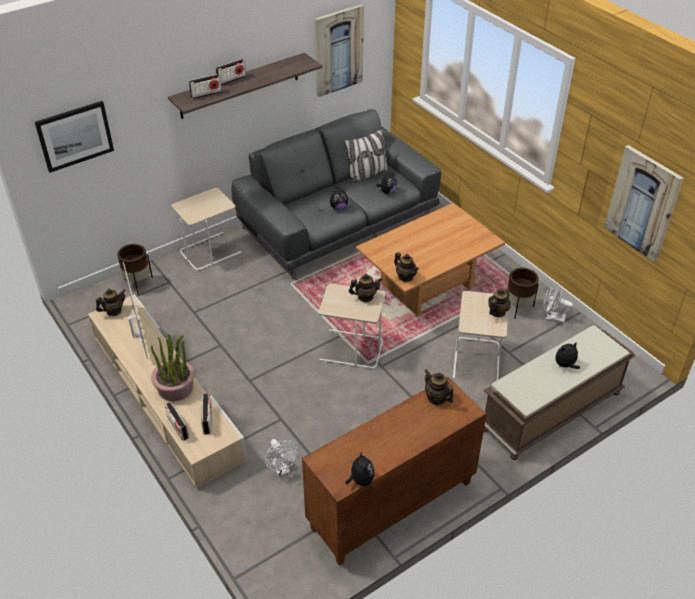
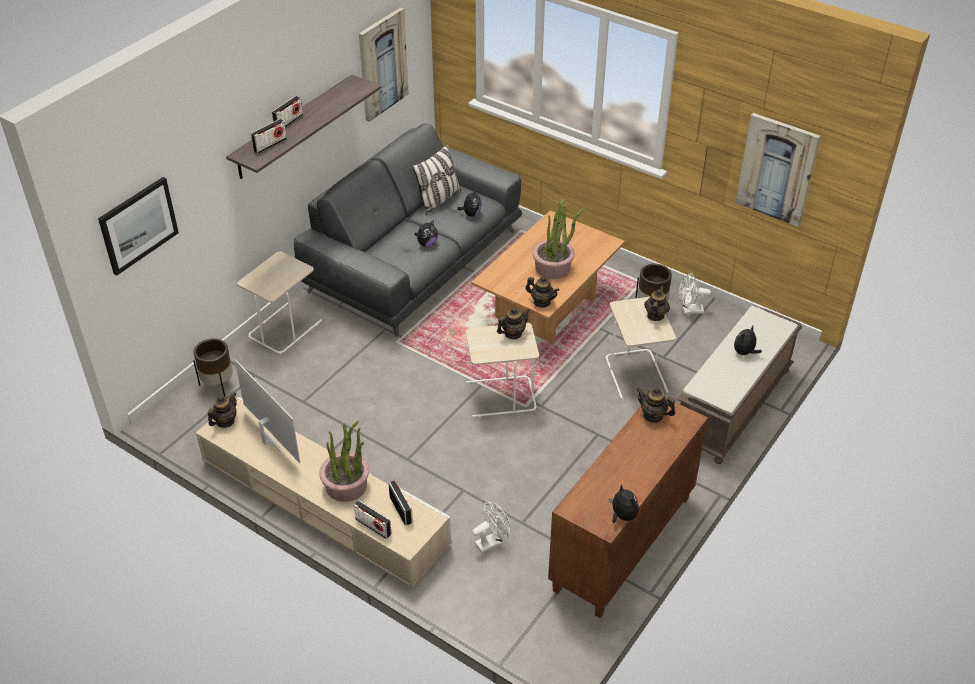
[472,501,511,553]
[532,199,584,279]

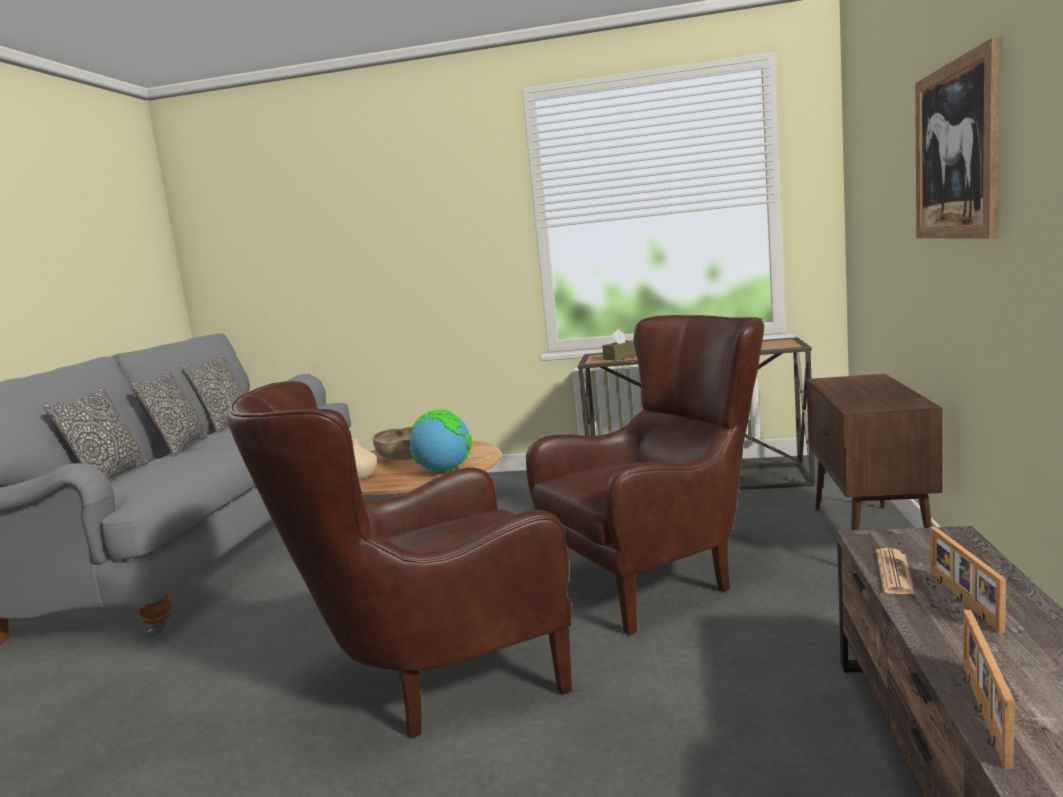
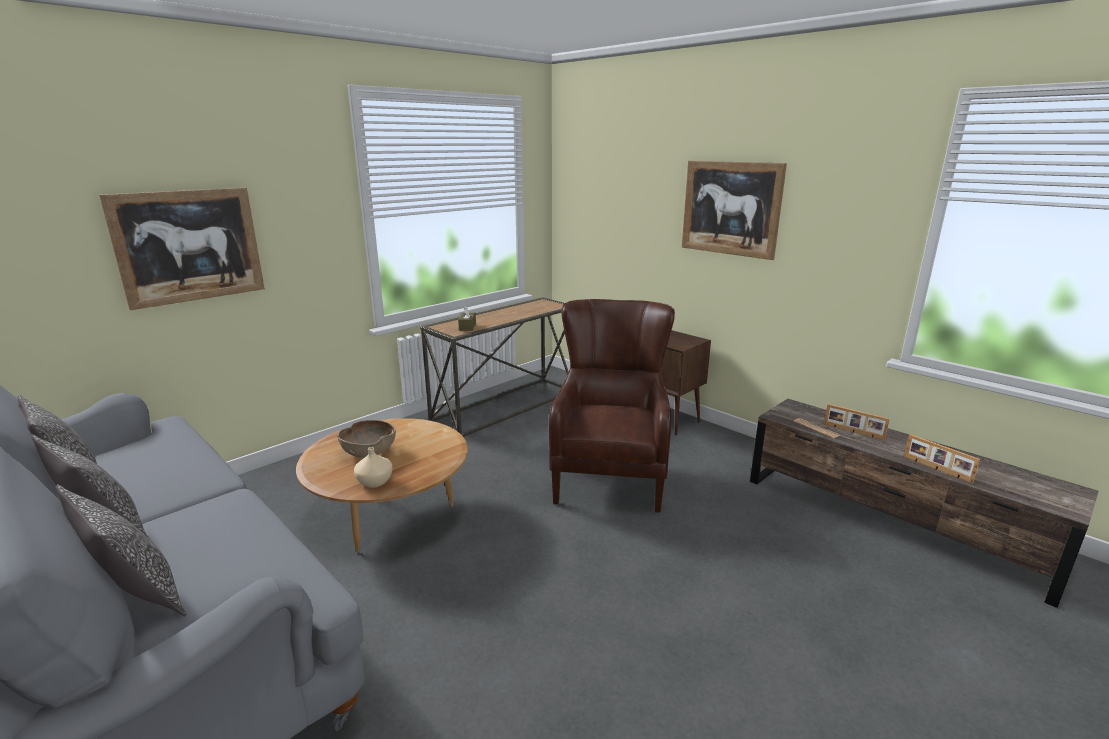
[227,381,572,738] (first image)
[409,410,472,473] (first image)
[99,188,265,310]

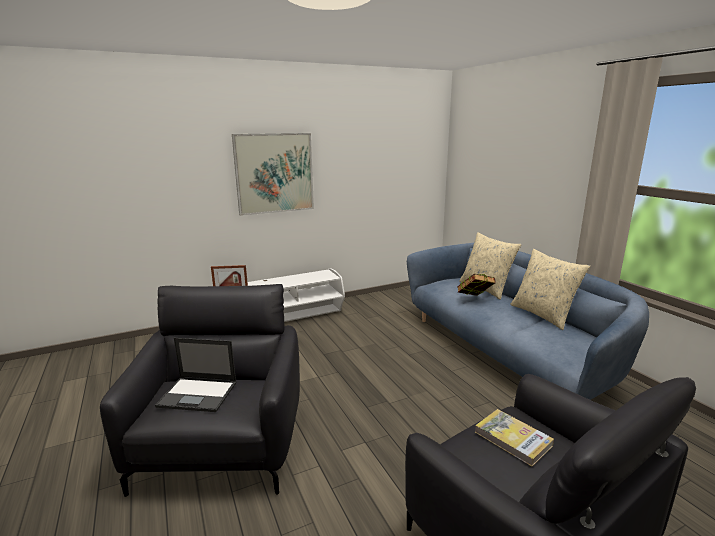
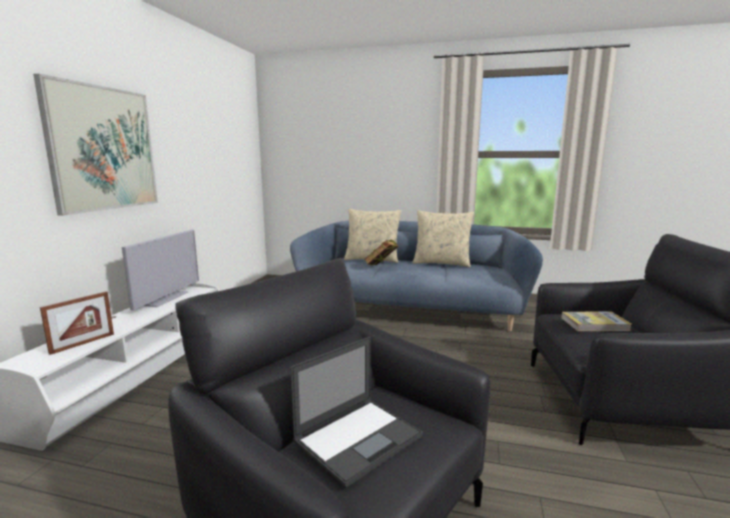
[122,230,199,310]

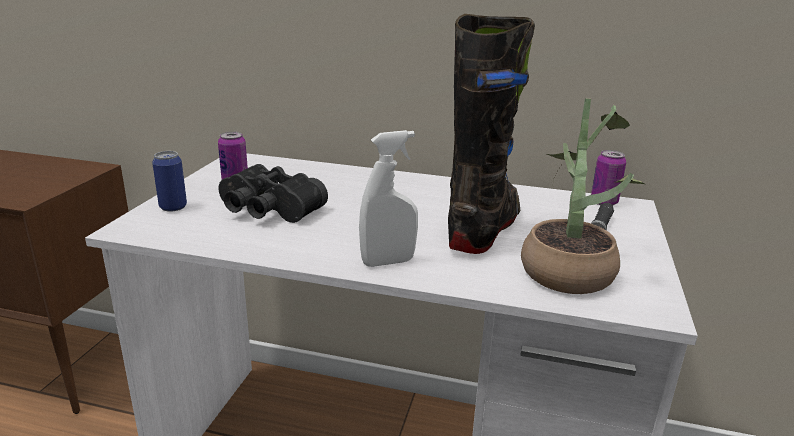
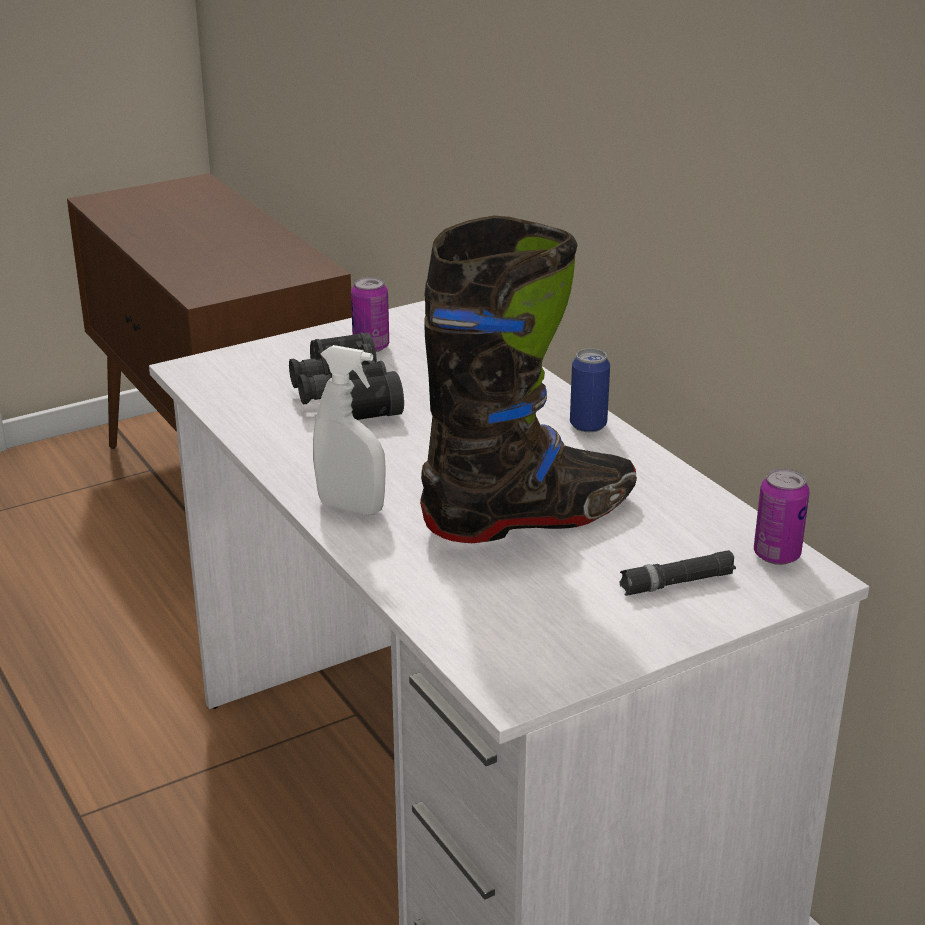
[570,348,610,432]
[521,98,644,294] (first image)

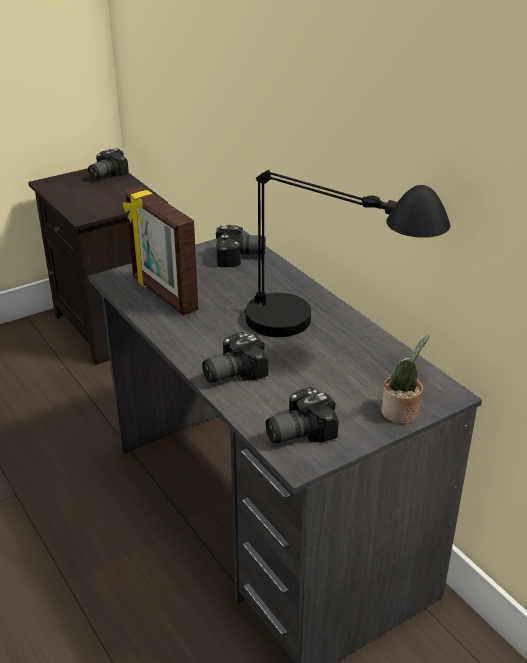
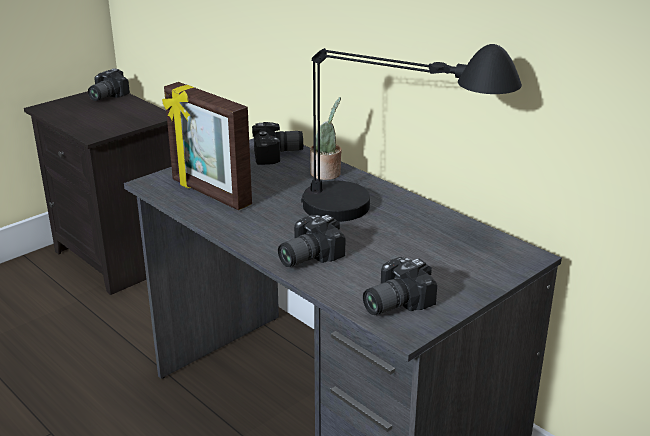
[310,97,342,180]

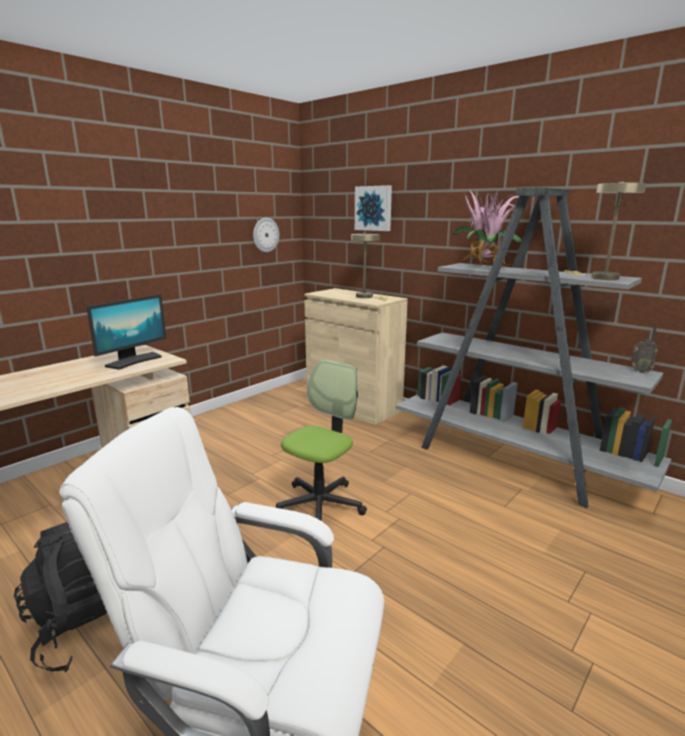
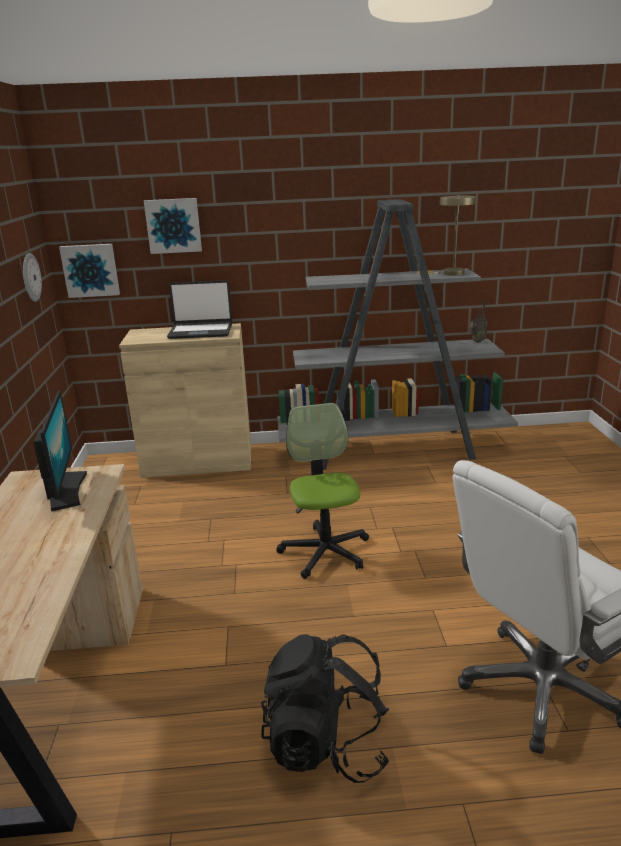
[167,280,232,339]
[453,189,523,269] (first image)
[59,244,120,298]

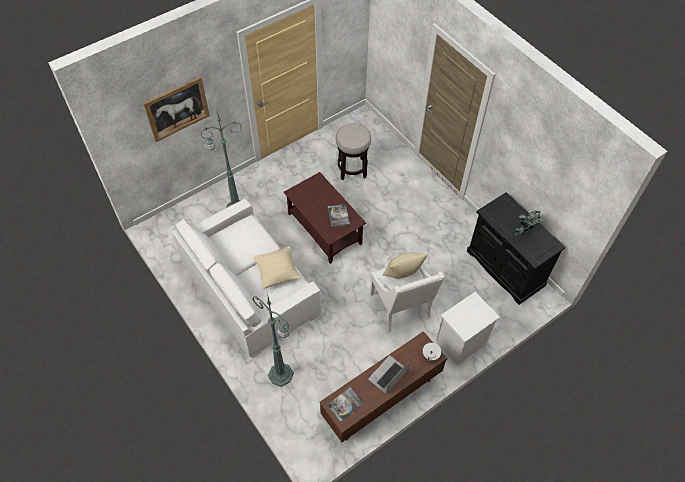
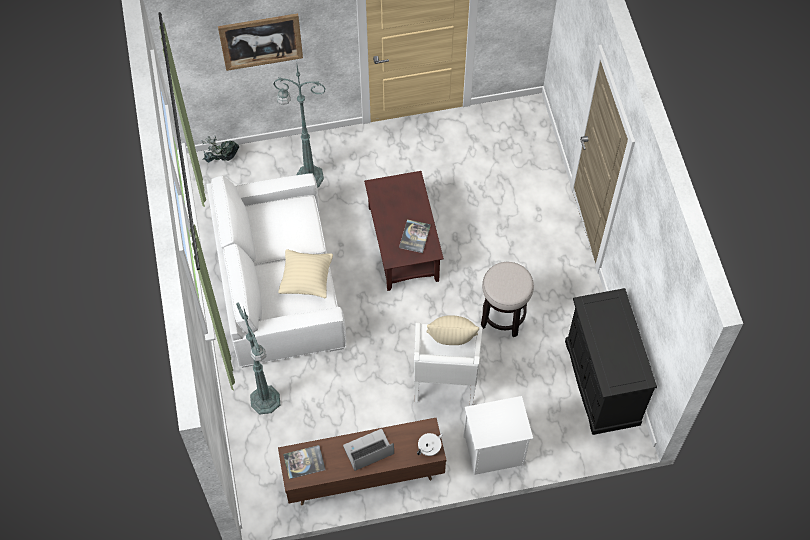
[481,262,534,337]
[200,135,239,163]

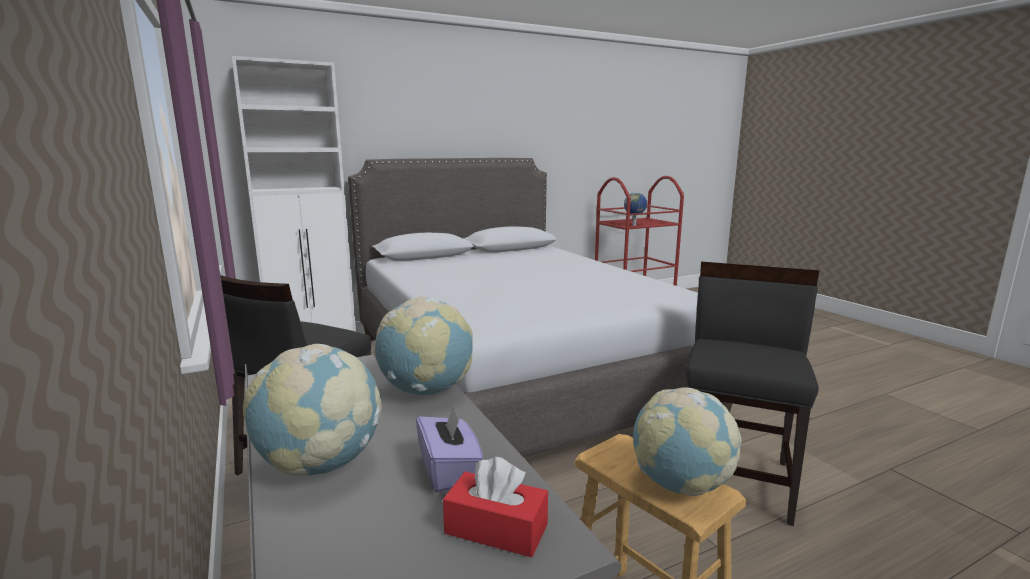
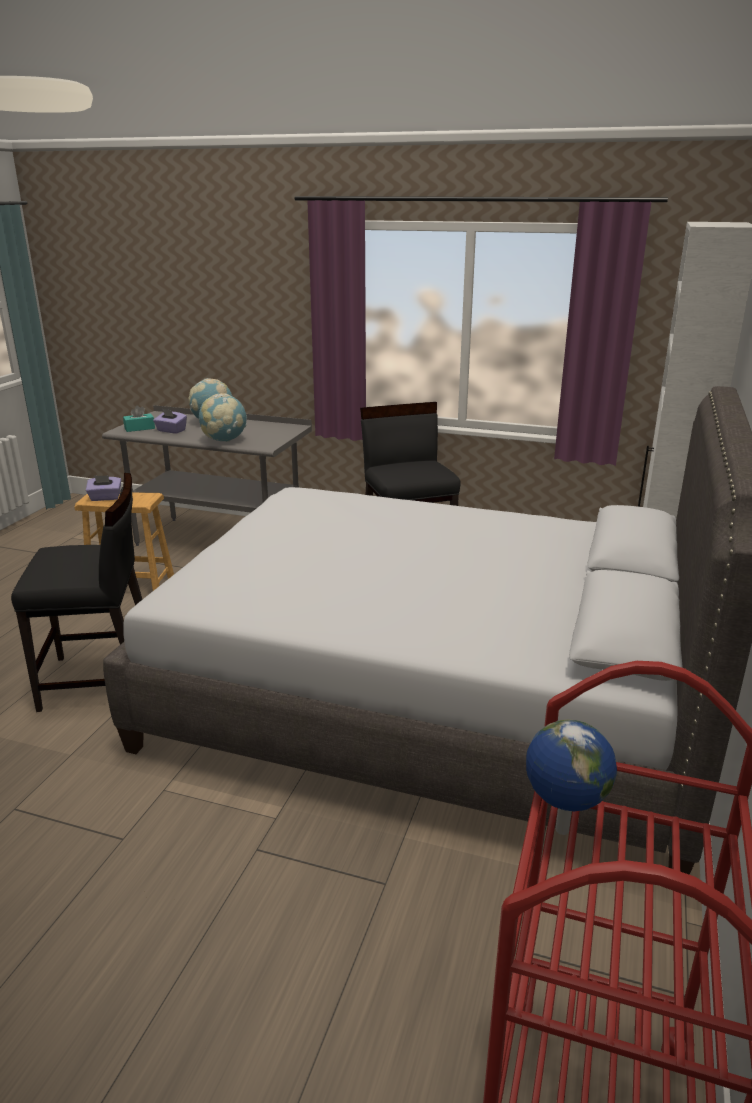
[123,405,155,432]
[86,475,121,501]
[11,473,143,712]

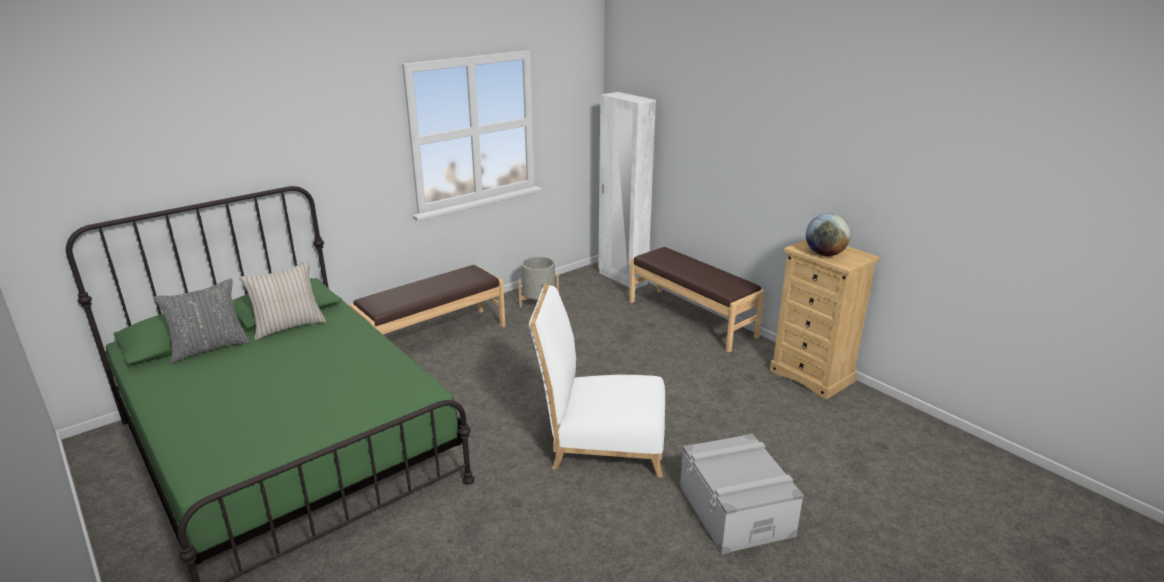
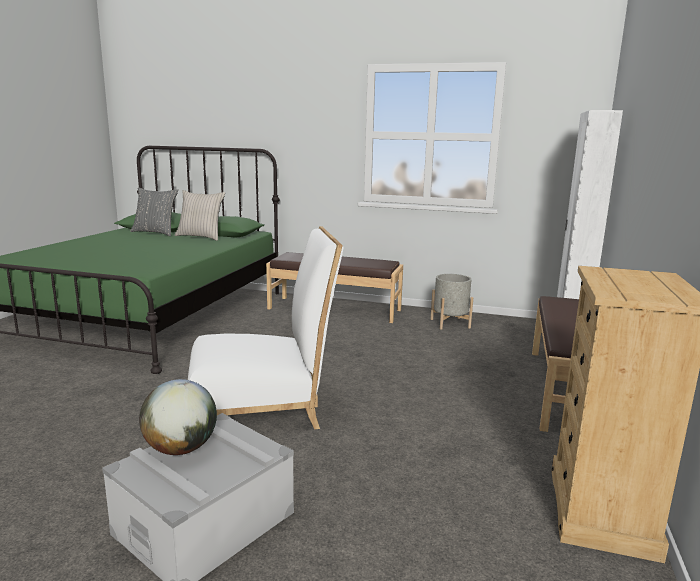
[188,226,344,429]
[139,379,217,455]

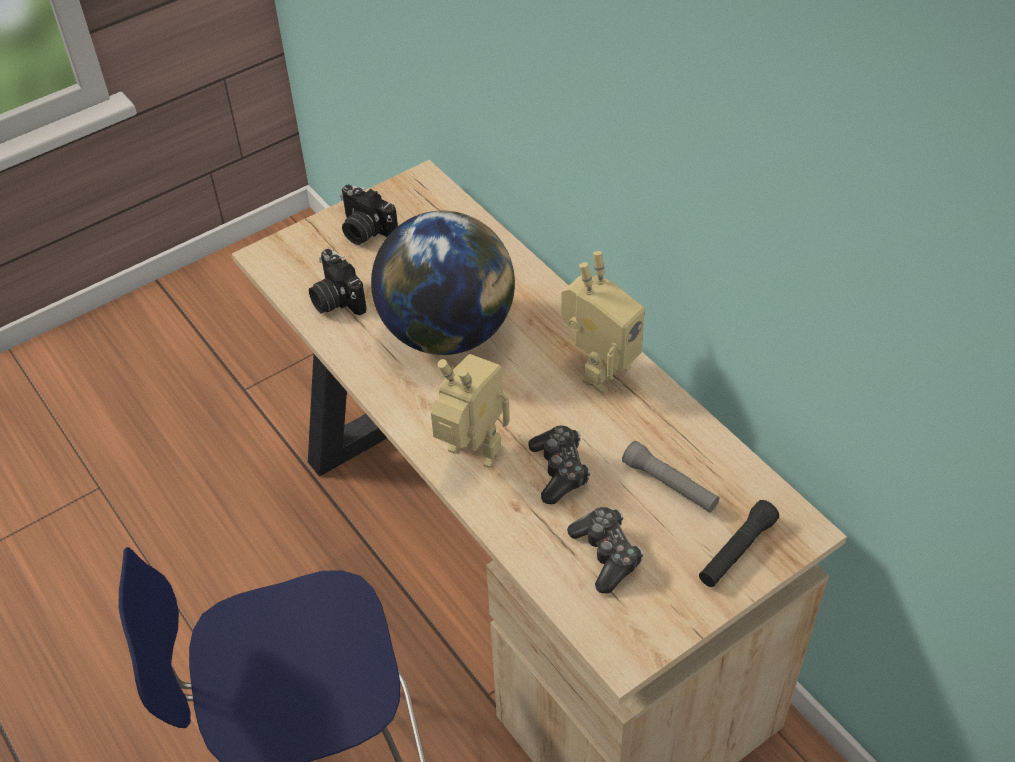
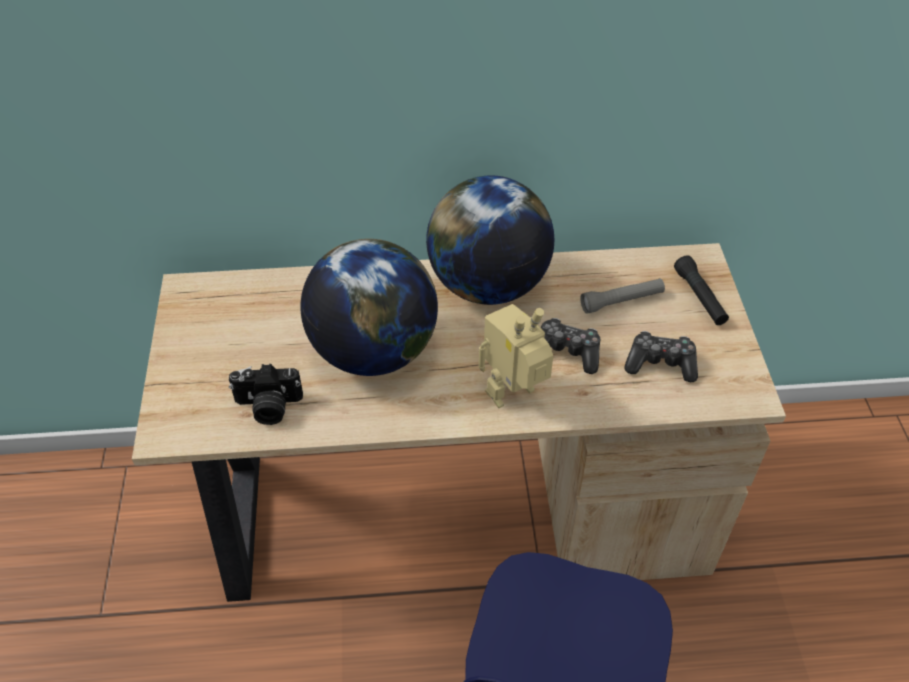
[340,185,398,245] (first image)
[426,175,554,305]

